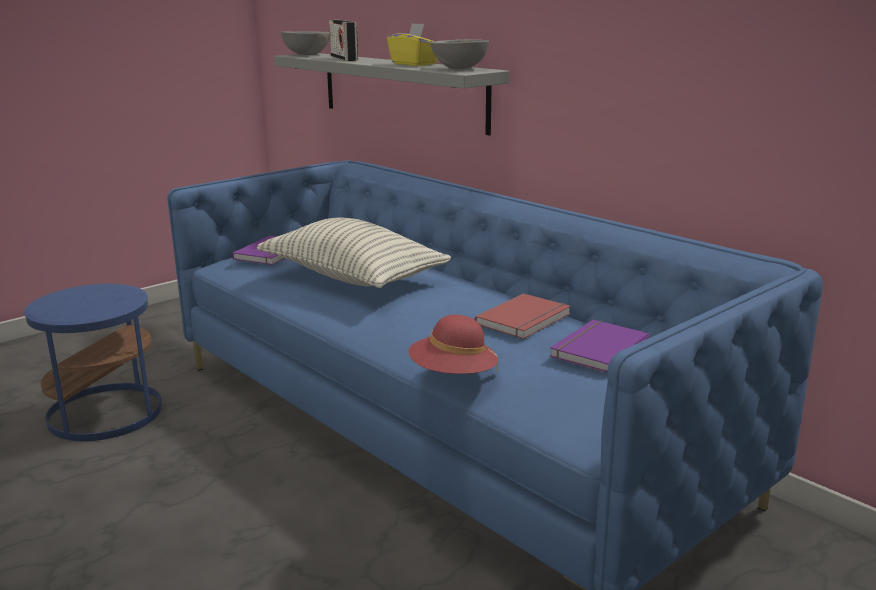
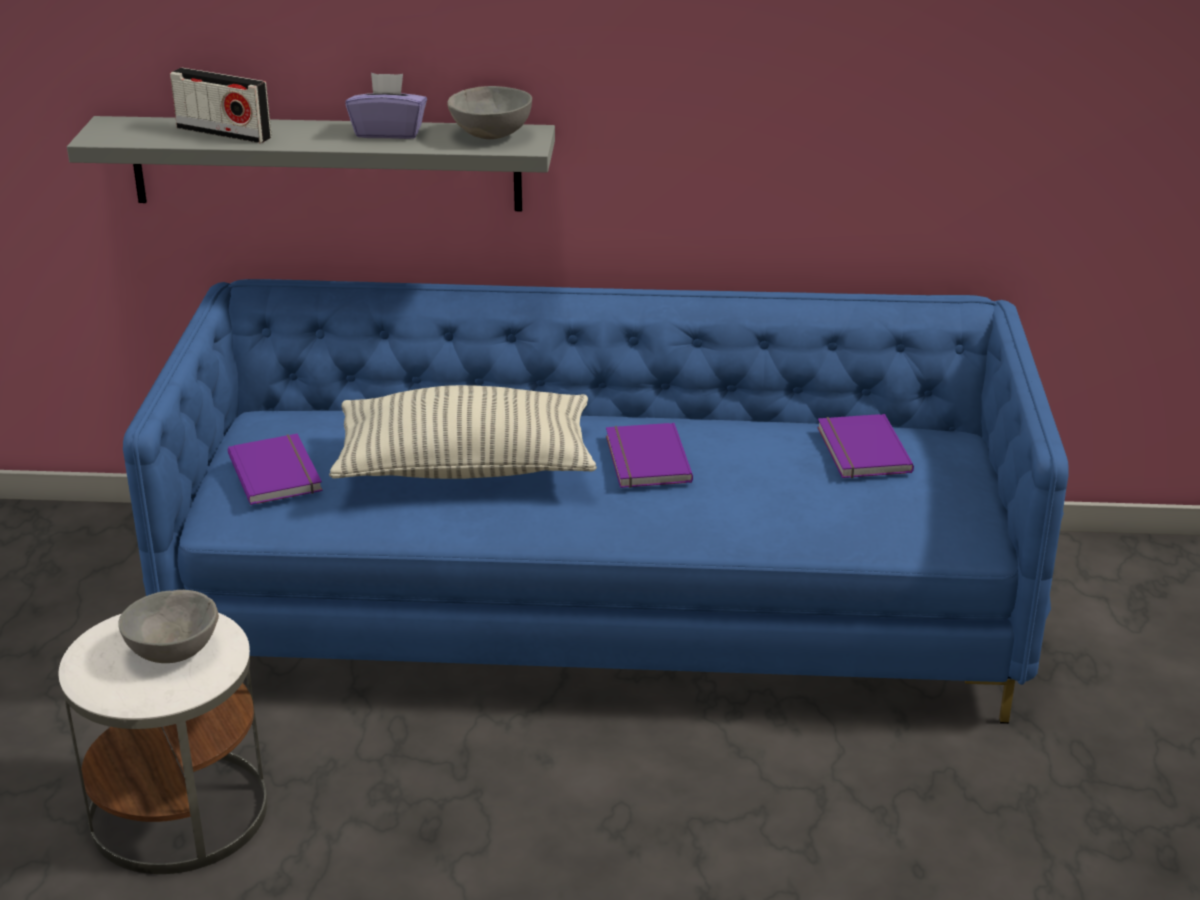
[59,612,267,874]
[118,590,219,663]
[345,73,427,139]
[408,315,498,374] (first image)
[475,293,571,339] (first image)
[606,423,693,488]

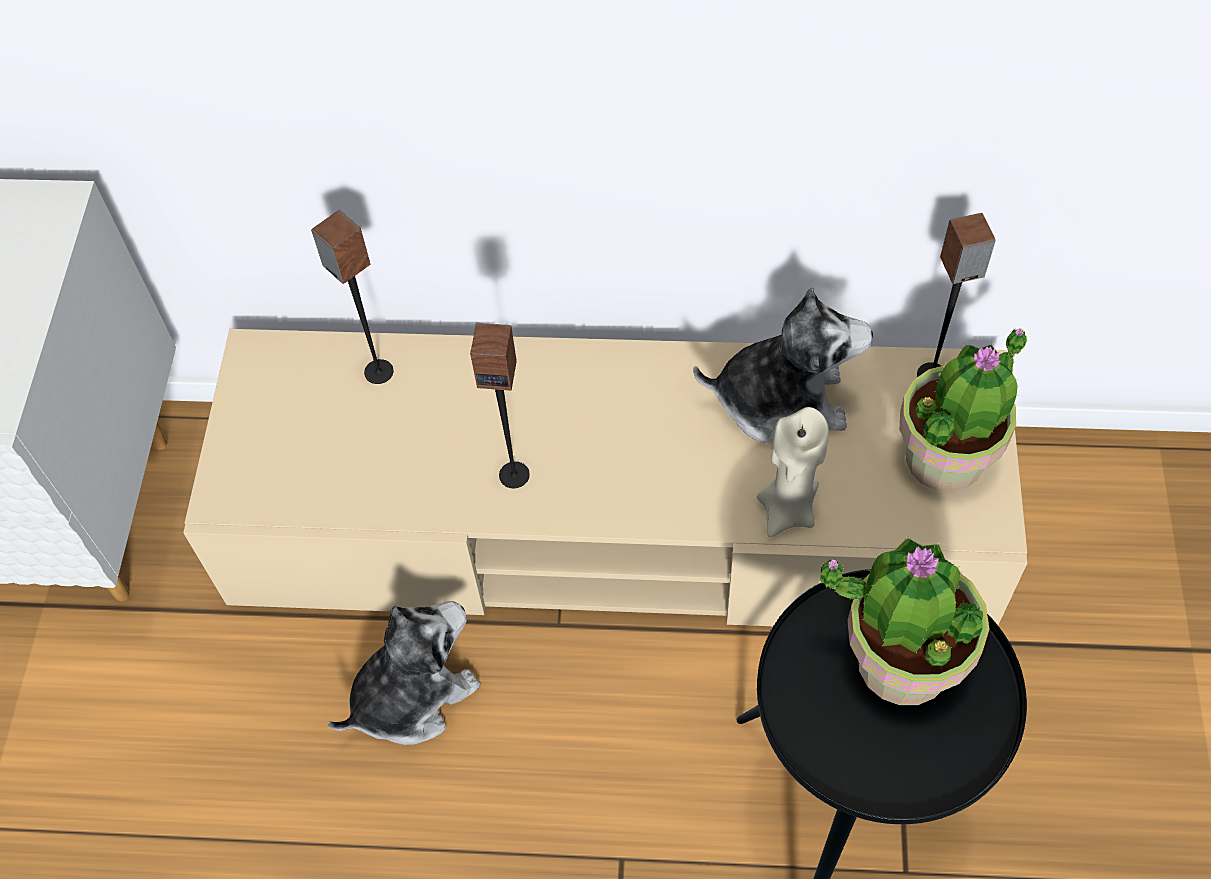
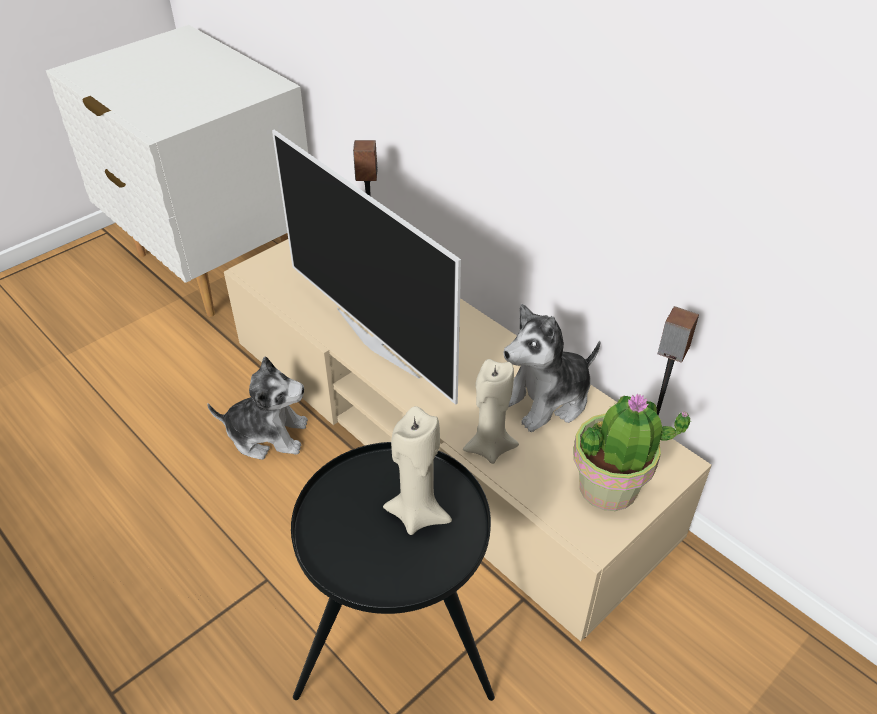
[272,130,461,405]
[503,304,600,432]
[383,406,452,535]

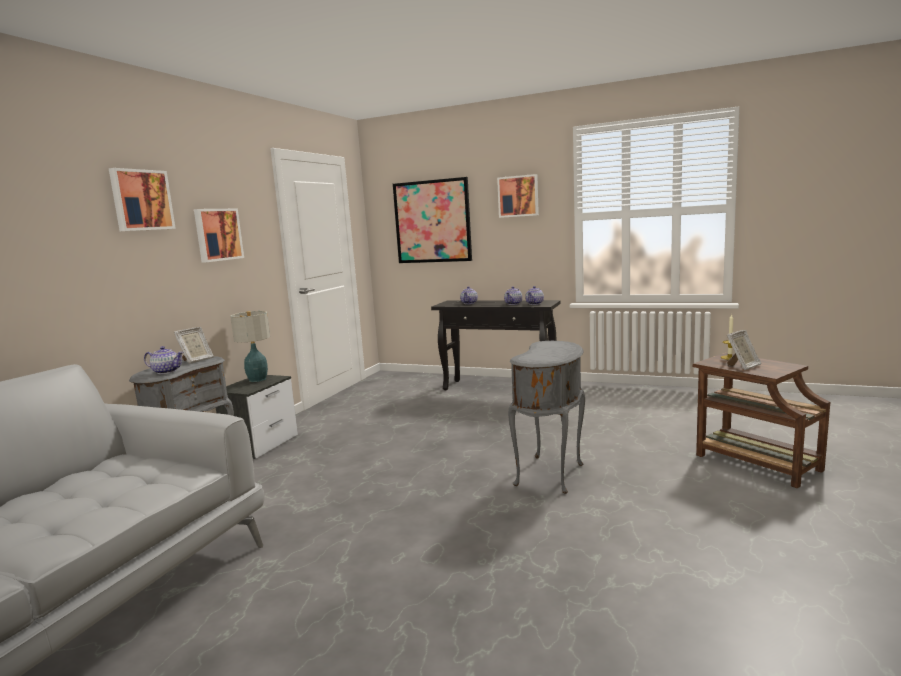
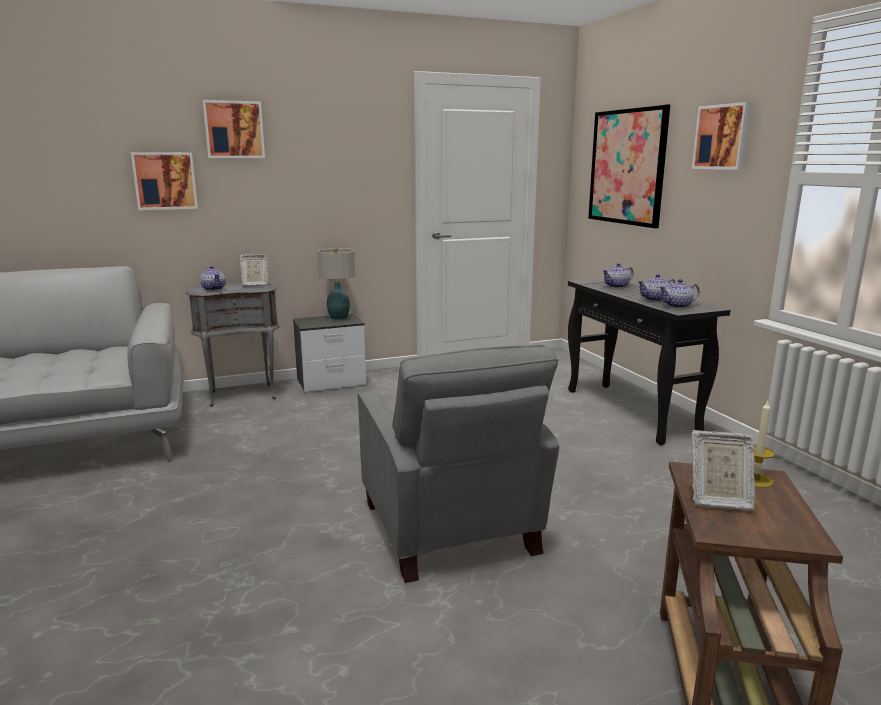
[131,152,198,210]
[358,344,559,583]

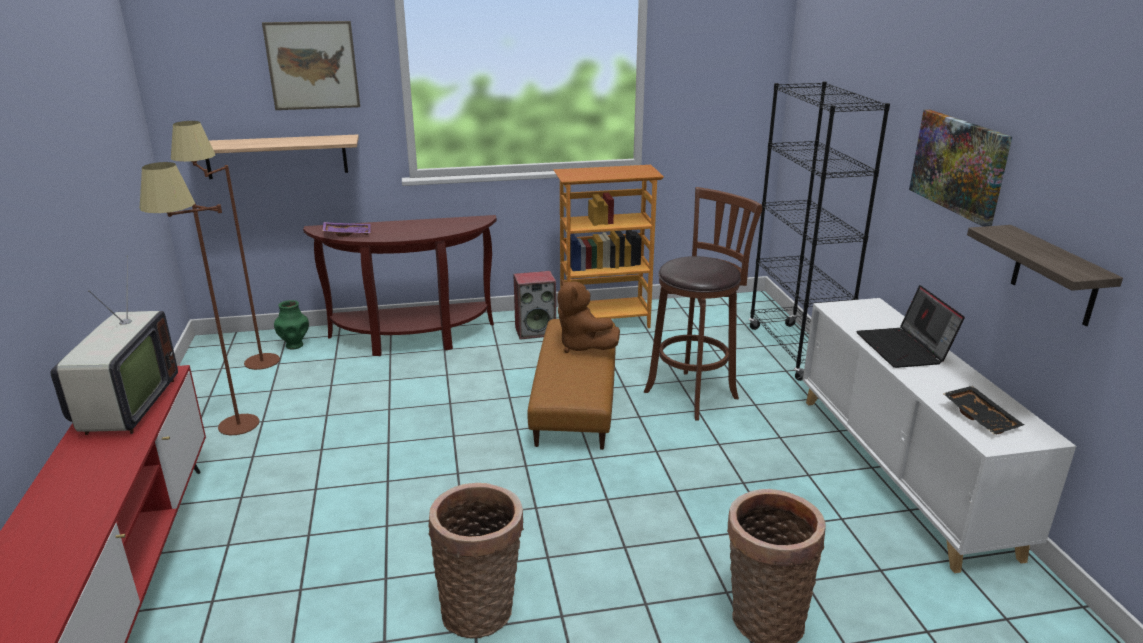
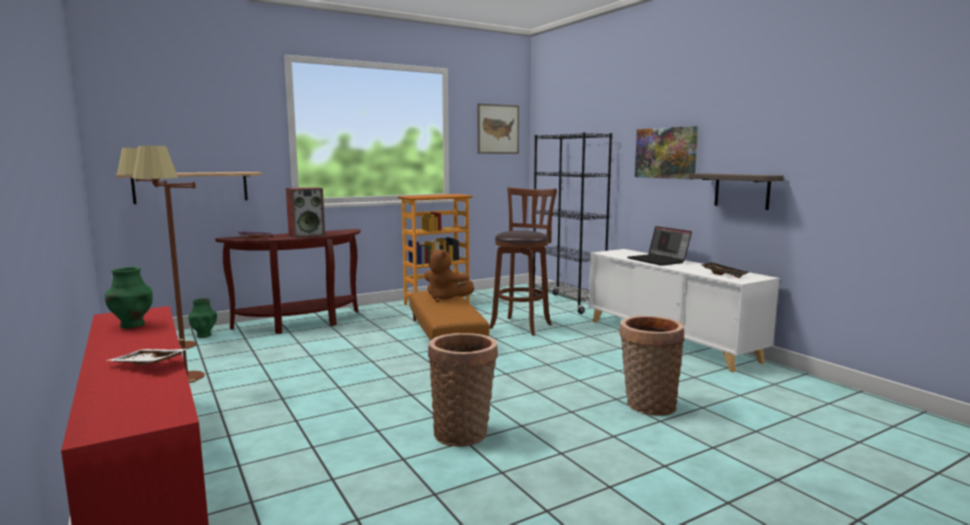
[105,267,153,329]
[478,104,519,154]
[286,187,325,238]
[109,349,186,365]

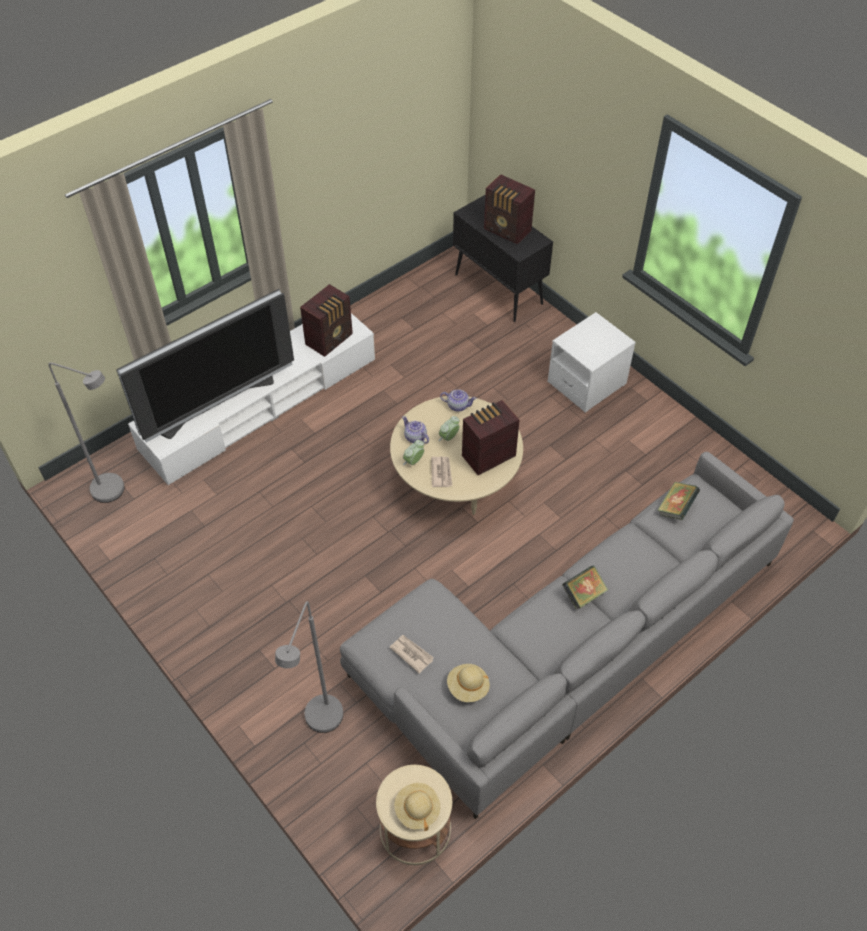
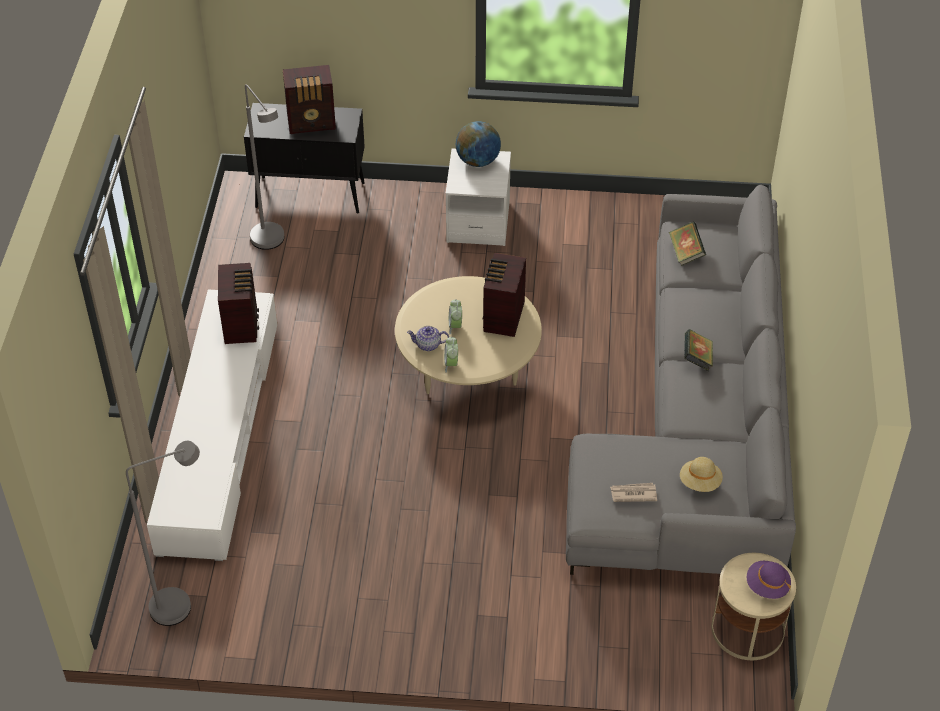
[116,289,294,442] (first image)
[245,84,284,250]
[747,561,791,599]
[431,457,452,487] (first image)
[440,389,476,412] (first image)
[456,121,501,167]

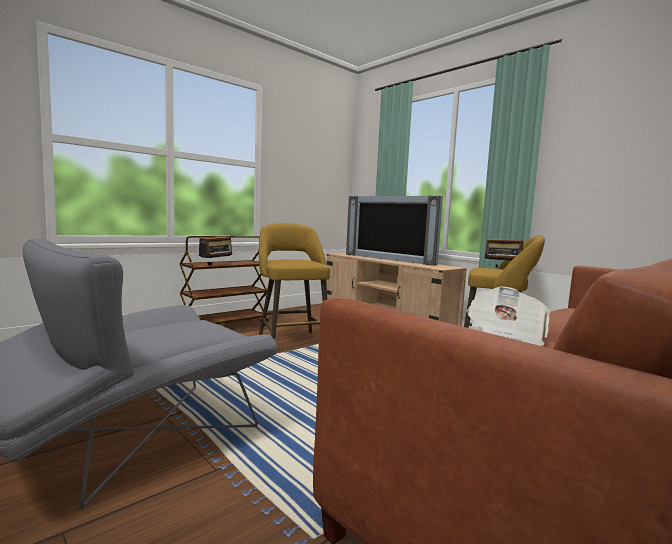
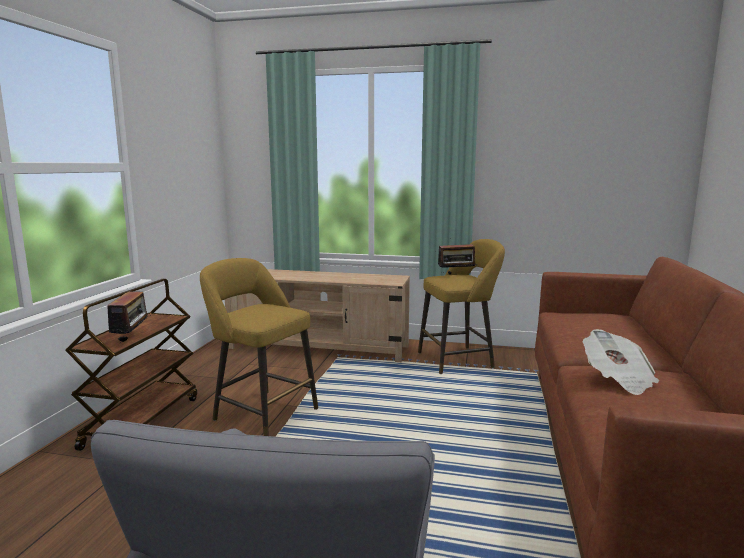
[346,196,443,266] (first image)

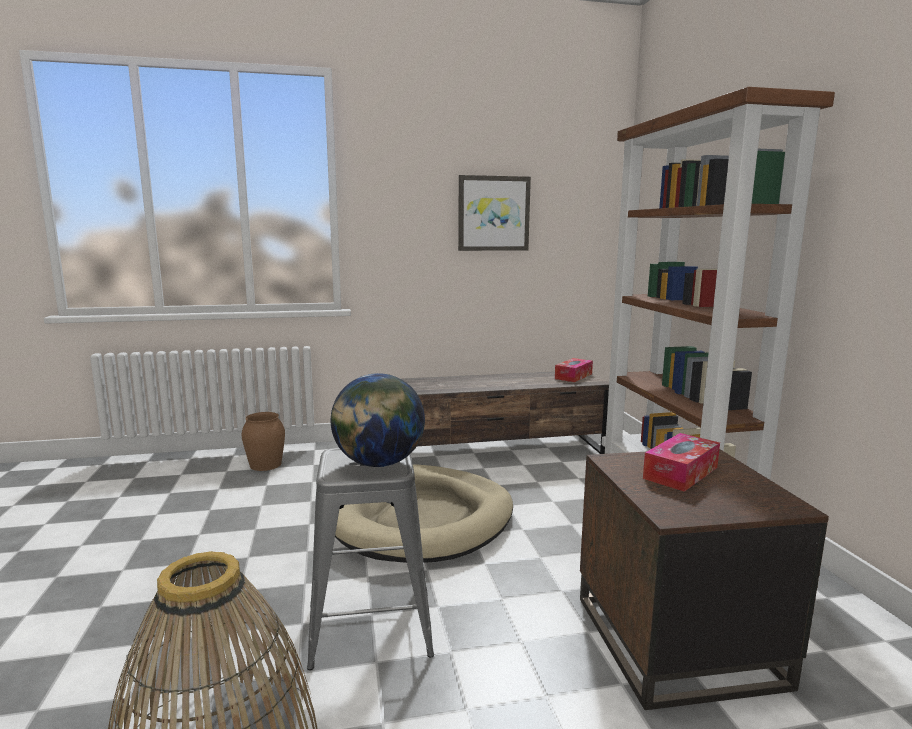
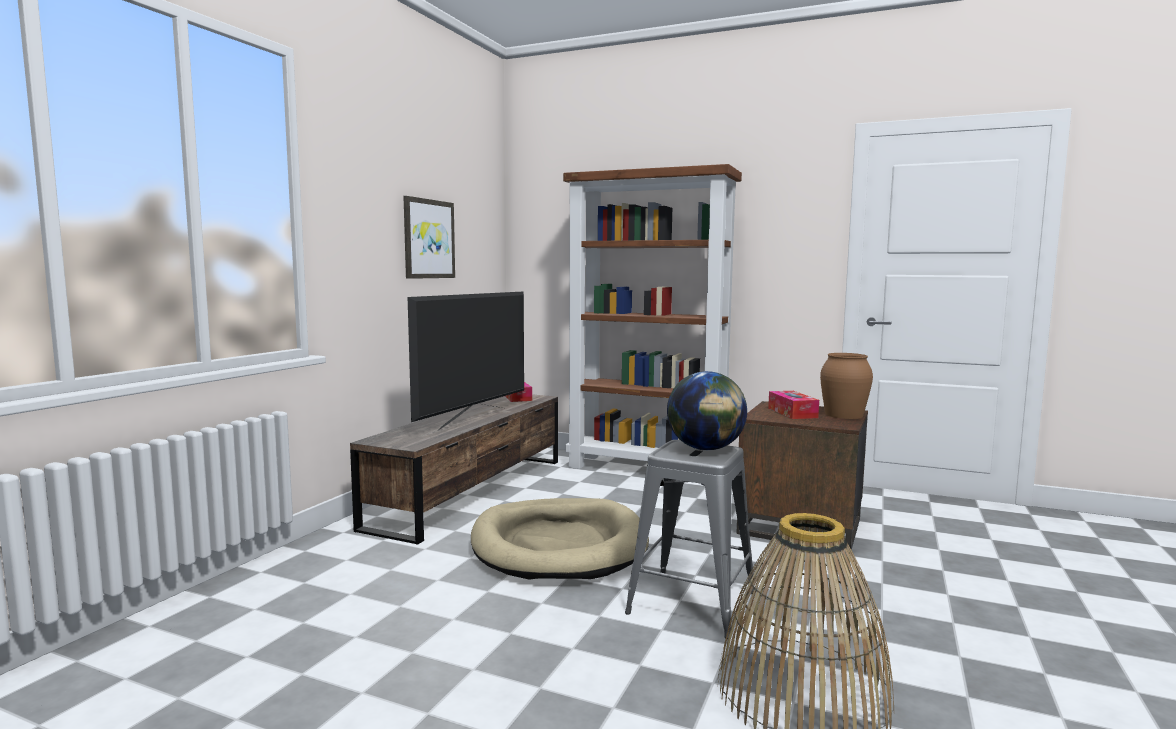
[820,353,873,419]
[408,291,524,430]

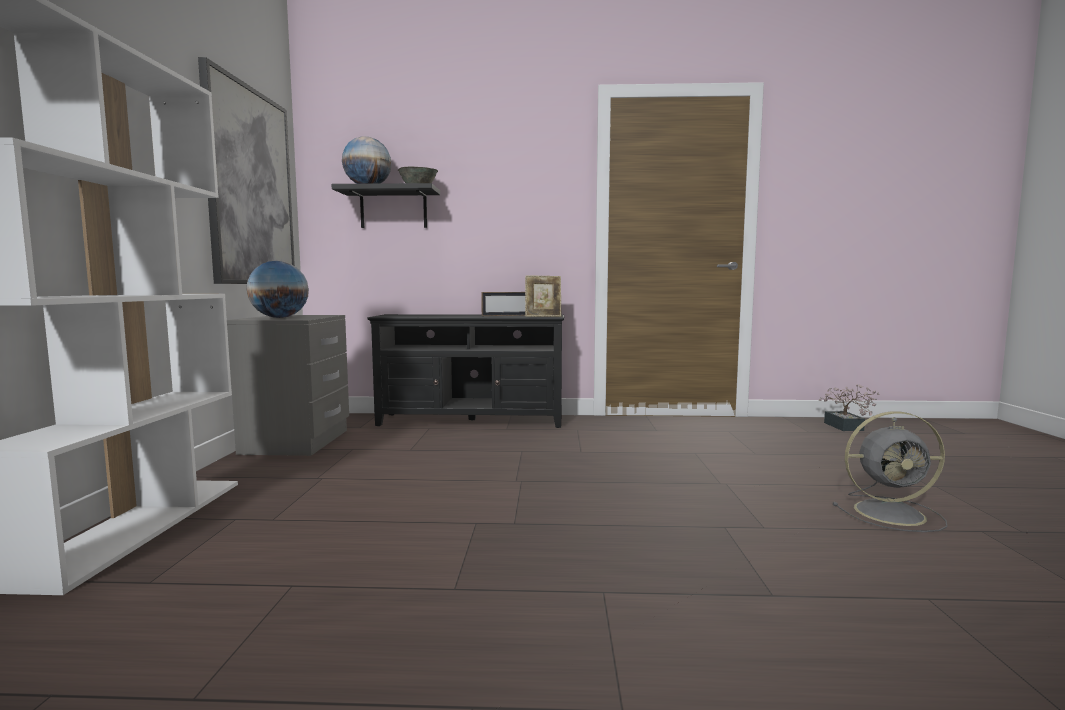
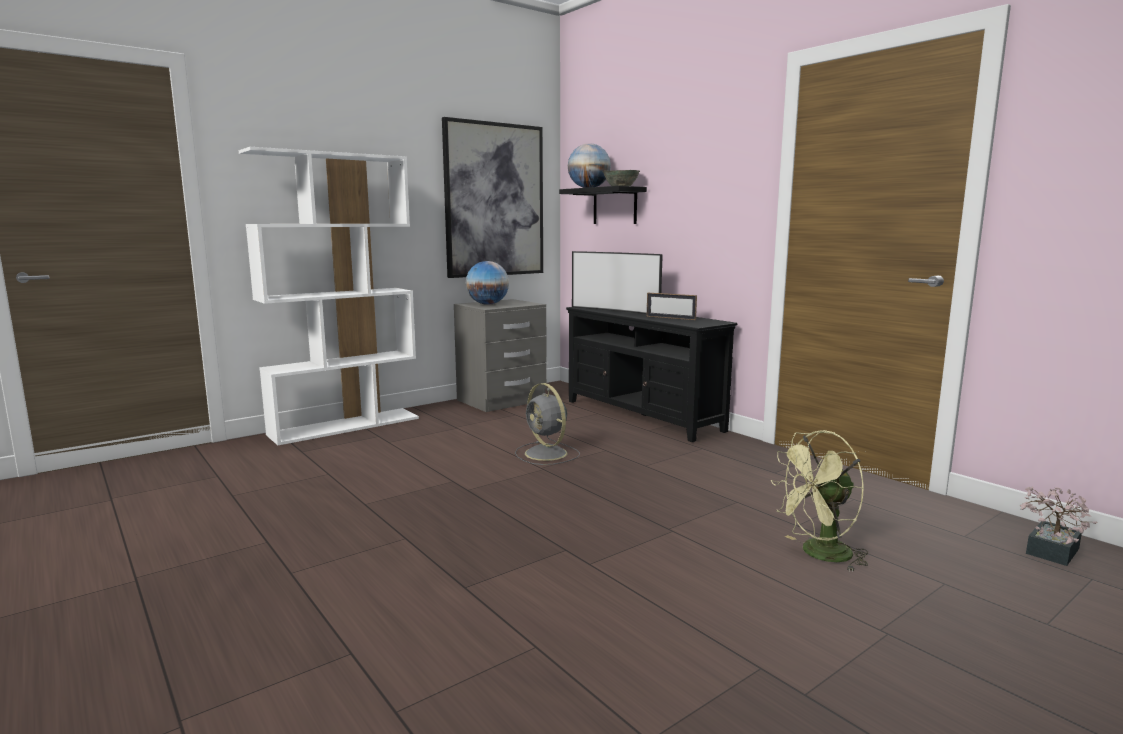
[525,276,562,317] (first image)
[515,383,580,465]
[572,251,663,314]
[771,430,868,572]

